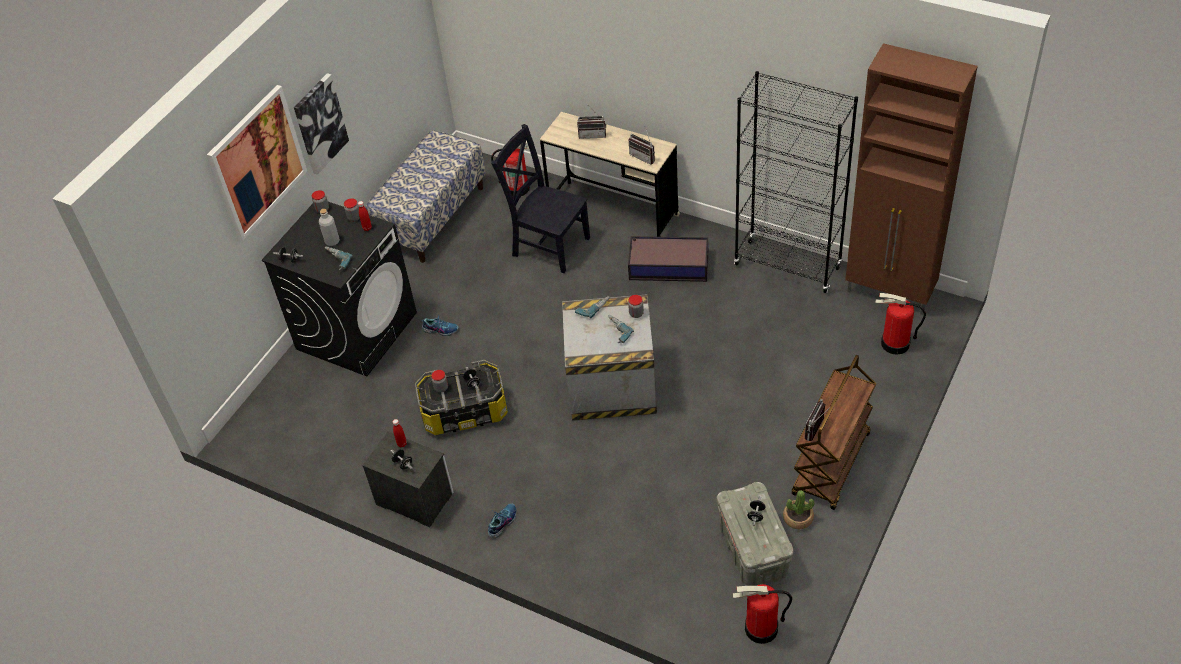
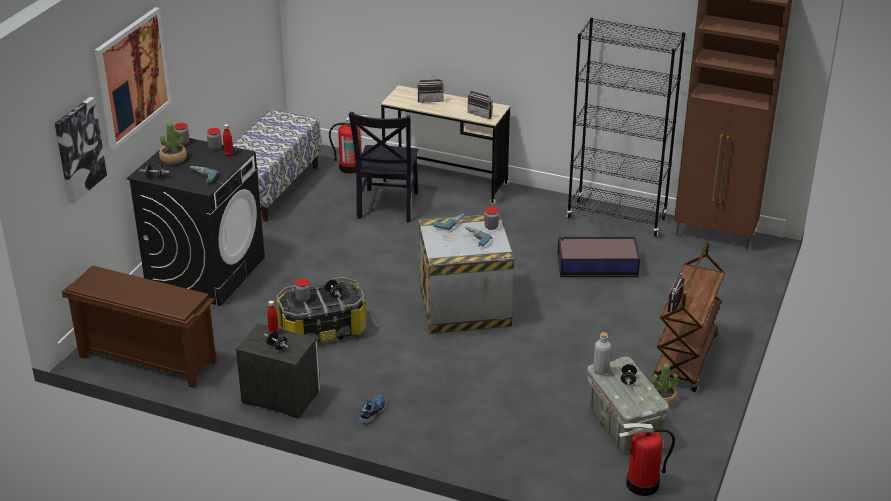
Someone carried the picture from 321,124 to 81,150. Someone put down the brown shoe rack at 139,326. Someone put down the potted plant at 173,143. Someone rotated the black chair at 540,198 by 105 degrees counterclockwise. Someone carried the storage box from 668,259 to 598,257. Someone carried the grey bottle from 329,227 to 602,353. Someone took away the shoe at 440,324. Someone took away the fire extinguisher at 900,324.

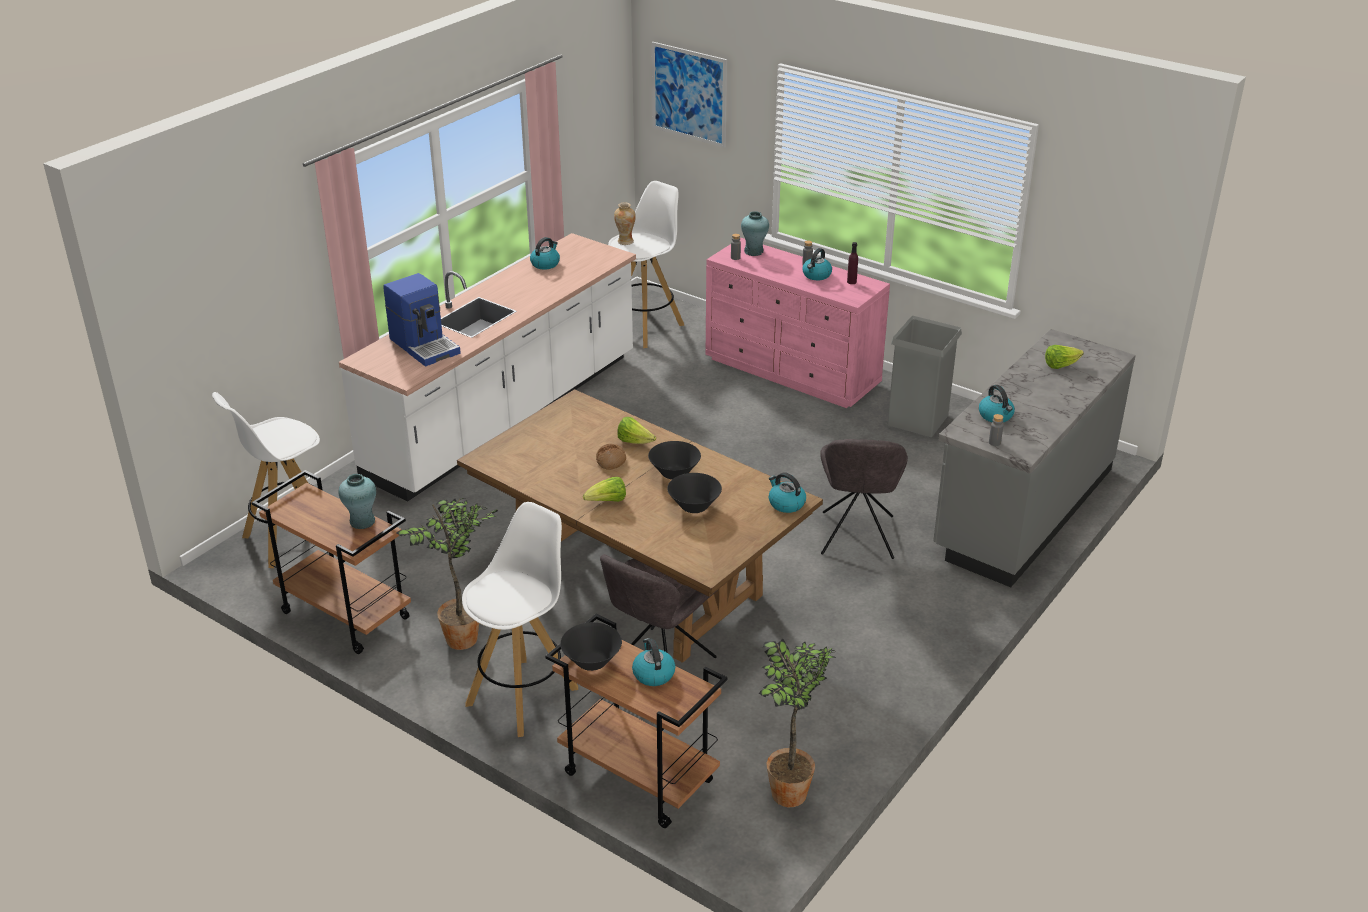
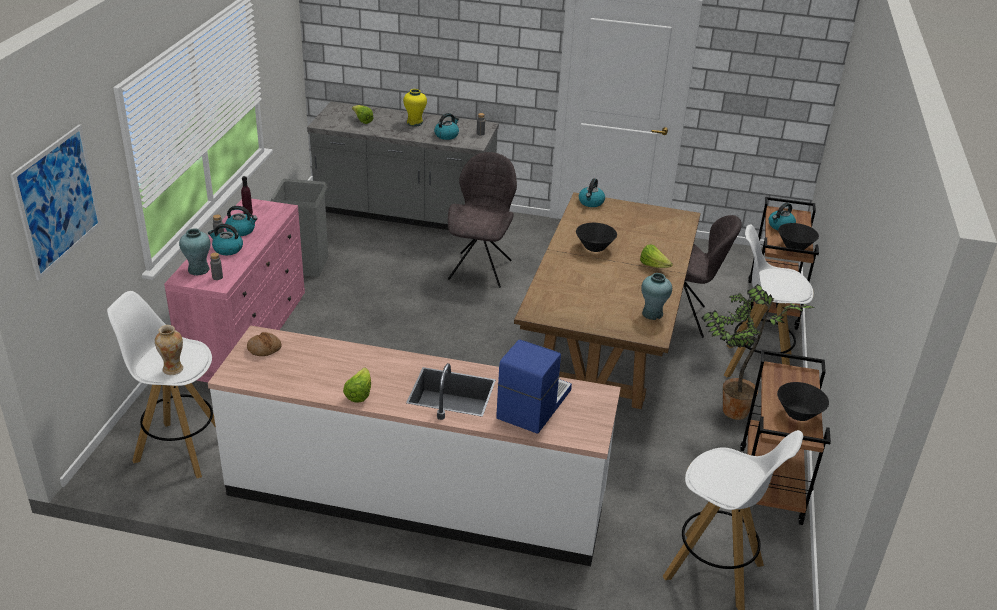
Someone carried the kettle from 545,253 to 225,239. Someone carried the bread from 611,457 to 264,344. Someone carried the lettuce from 636,430 to 357,384. Someone put down the yellow vase at 415,108. Someone rotated the grey chair at 864,499 by 60 degrees counterclockwise. Someone carried the turquoise vase from 357,501 to 656,296. Someone carried the black bowl from 694,493 to 803,401. Someone took away the potted plant at 798,723.

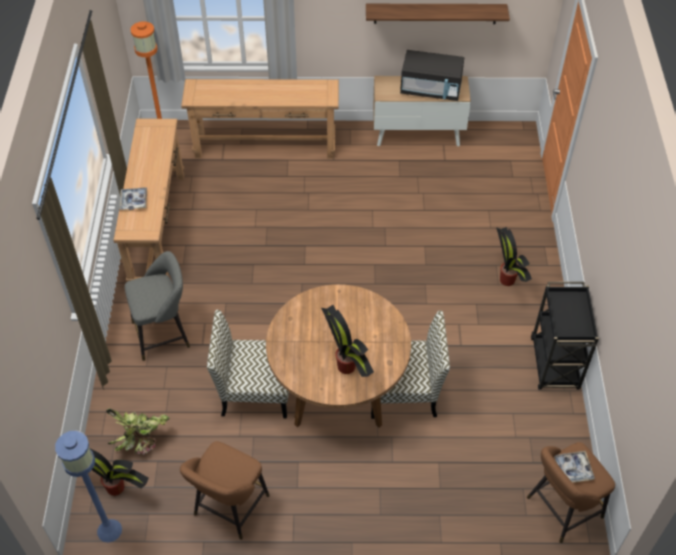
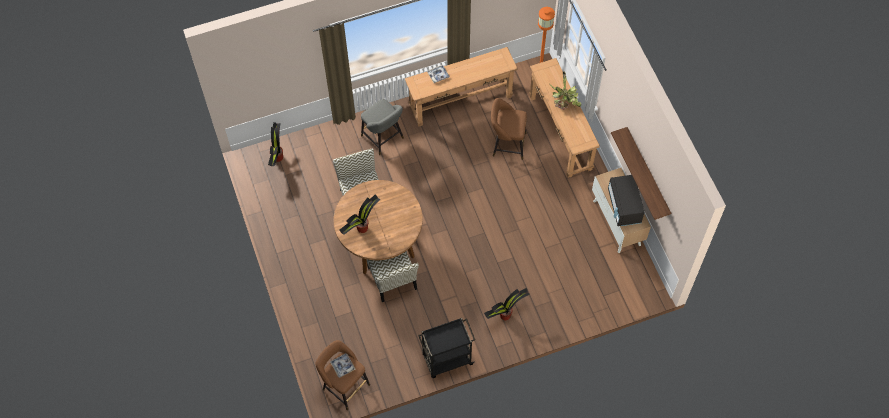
Someone carried the brown stool from 225,490 to 509,129. Someone carried the potted plant from 137,431 to 566,90. Someone took away the blue floor lamp at 88,487.

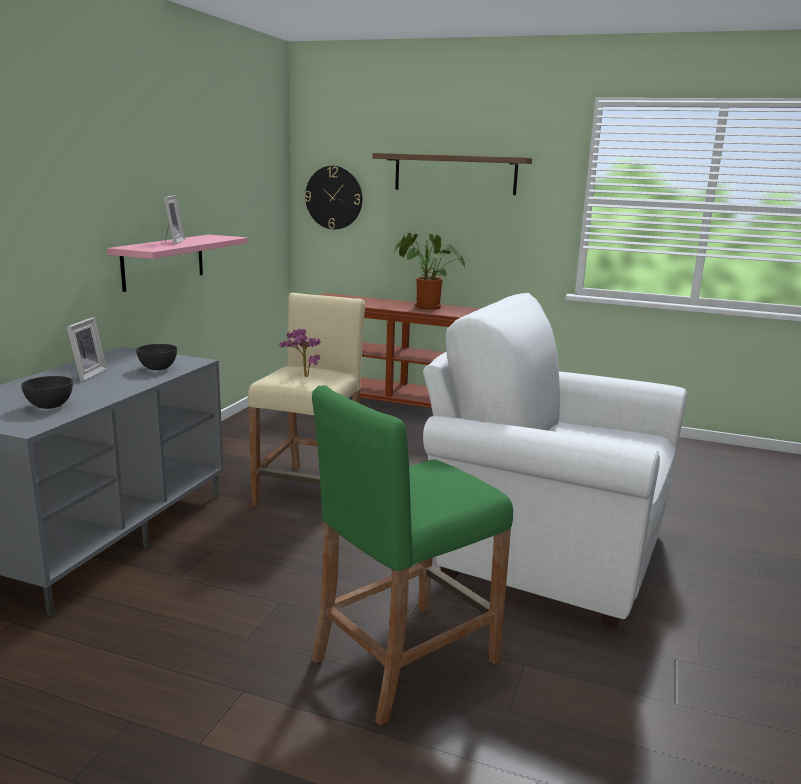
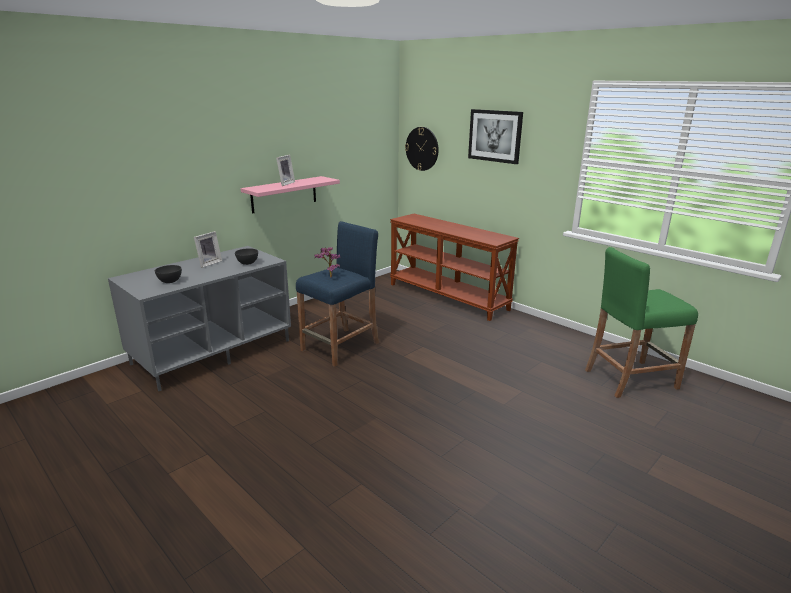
Someone repainted the beige stool at 306,400, which became the blue stool at 337,294. Someone swapped the shelf at 452,174 for the picture at 495,136. Someone carried the green stool from 412,555 to 641,322. Someone took away the potted plant at 429,271. Someone took away the white armchair at 555,461.

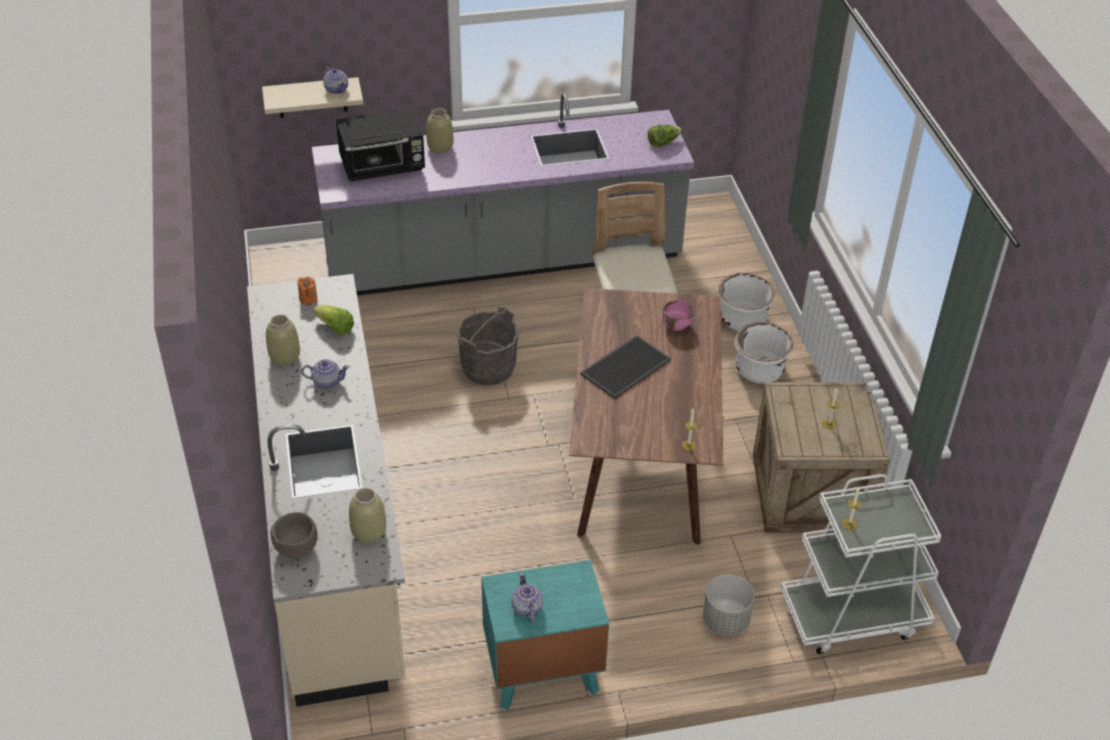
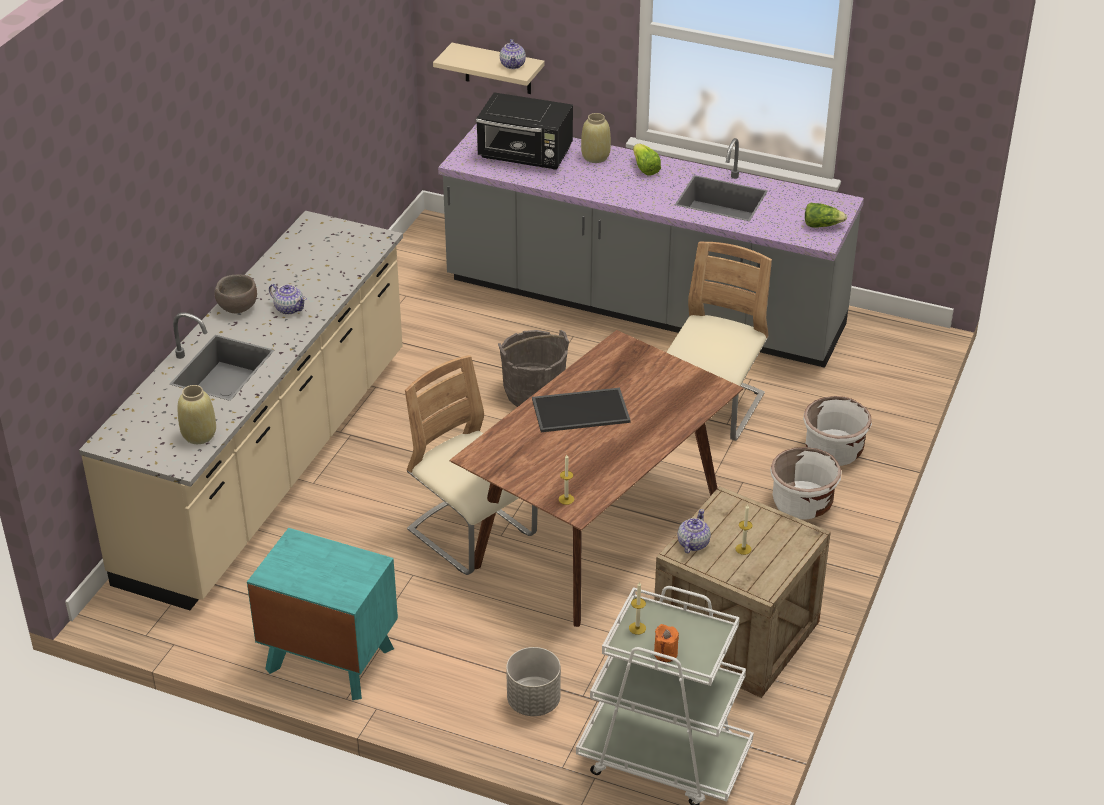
Someone carried the brown bowl from 294,535 to 236,293. Someone put down the beige chair at 471,465. Someone carried the lettuce from 333,320 to 647,160. Someone carried the orange candle from 307,291 to 666,643. Someone carried the teapot from 527,597 to 694,531. Someone took away the beige vase at 283,340. Someone took away the pink bowl at 677,315.

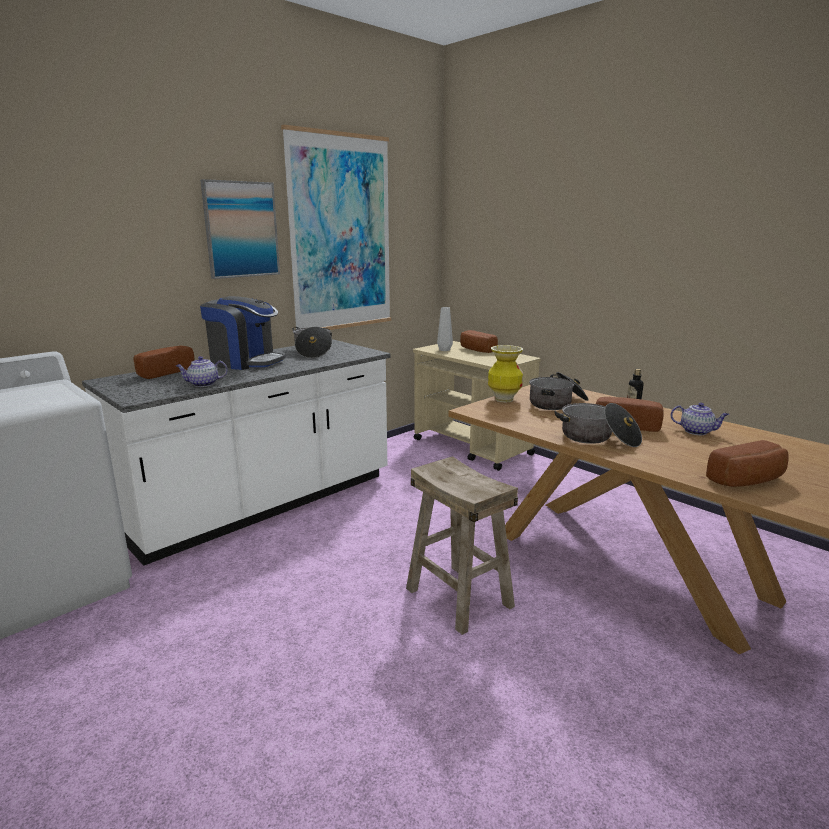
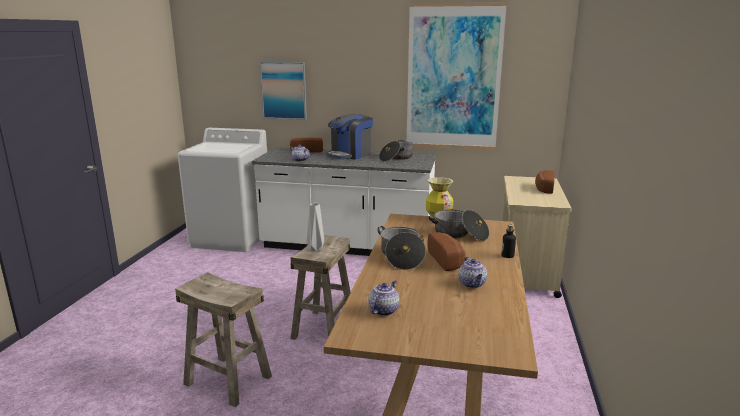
Someone put down the beige stool at 223,339. Someone carried the picture from 240,229 to 283,91. Someone carried the grey vase from 445,329 to 315,227. Someone rotated the coffee machine at 243,333 by 60 degrees clockwise. Someone swapped the bread at 747,463 for the teapot at 384,298.

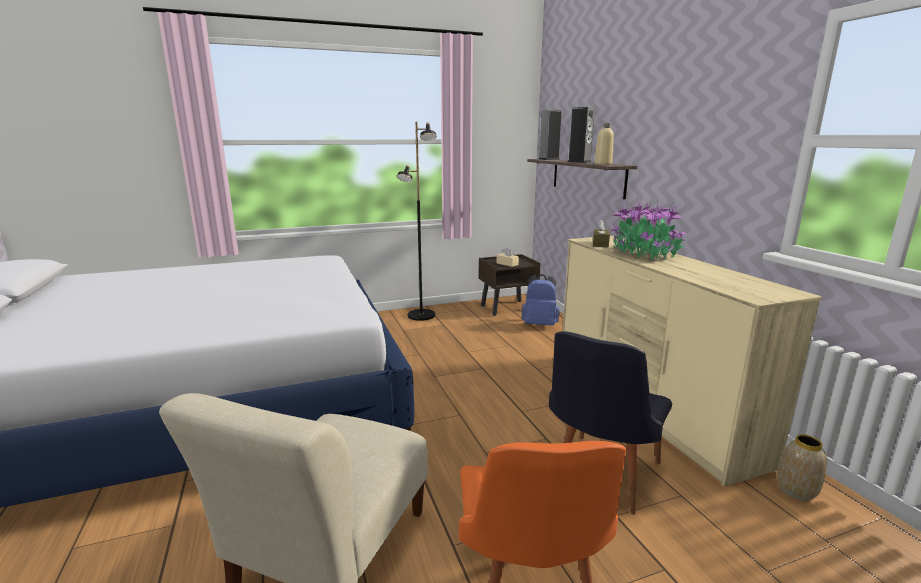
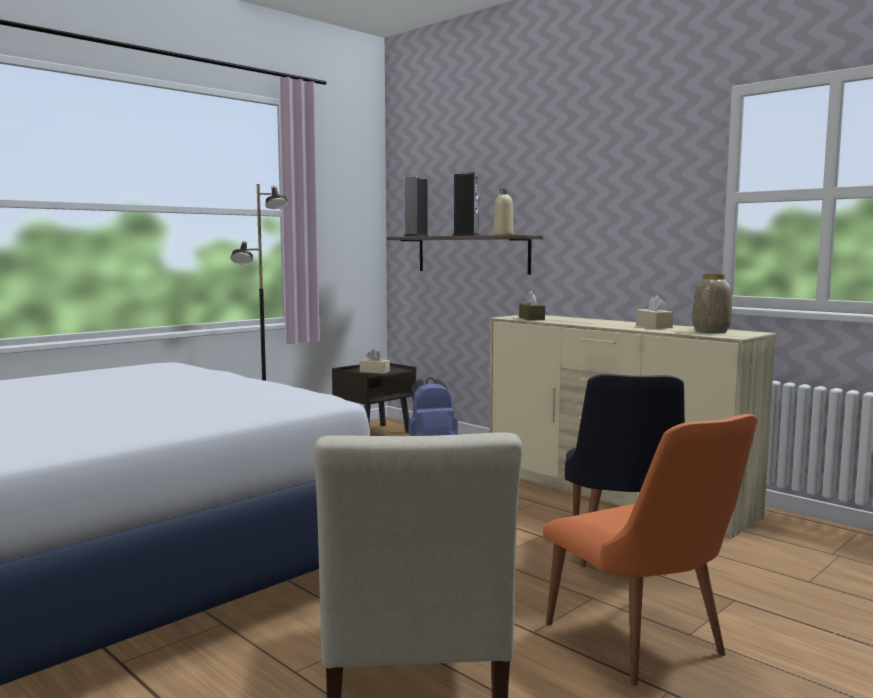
Someone put down the beige tissue box at 654,312. Someone carried the vase from 802,467 to 712,303. Someone took away the potted plant at 648,230.

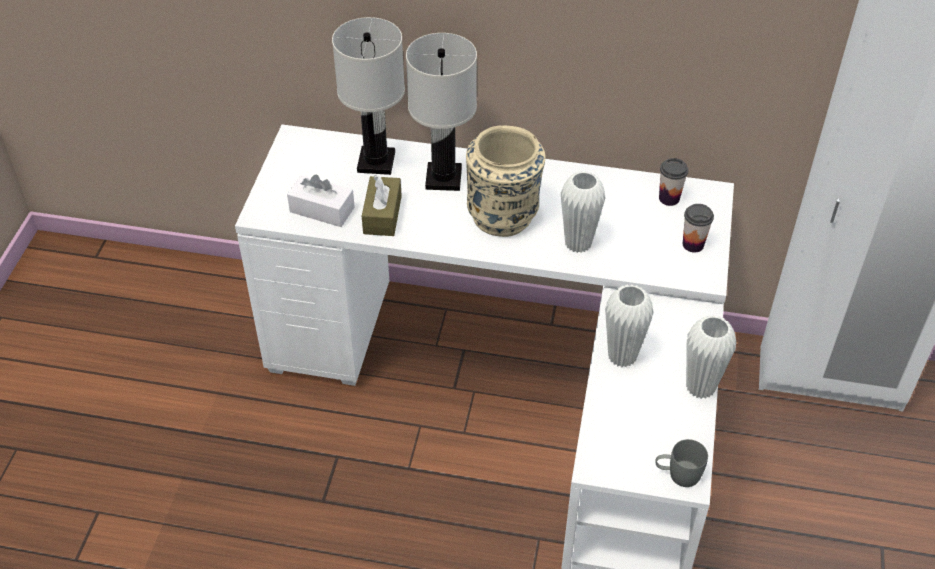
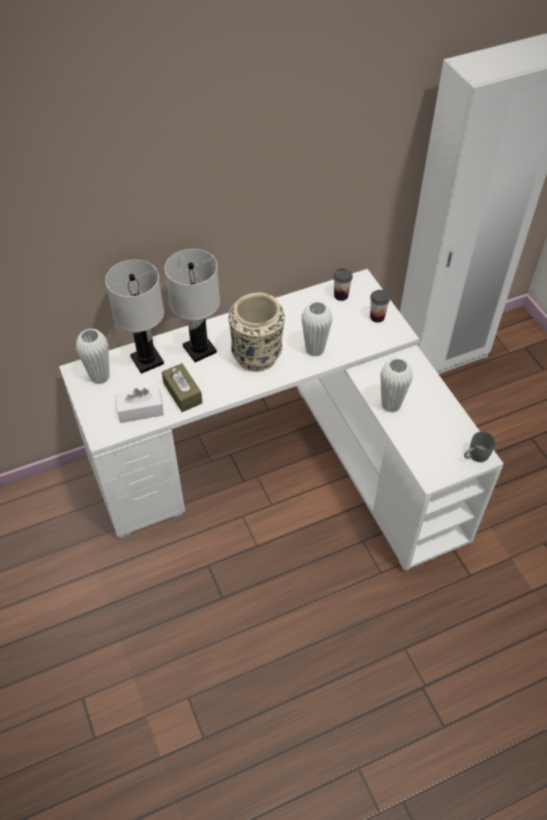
Someone carried the white vase from 711,357 to 93,356.

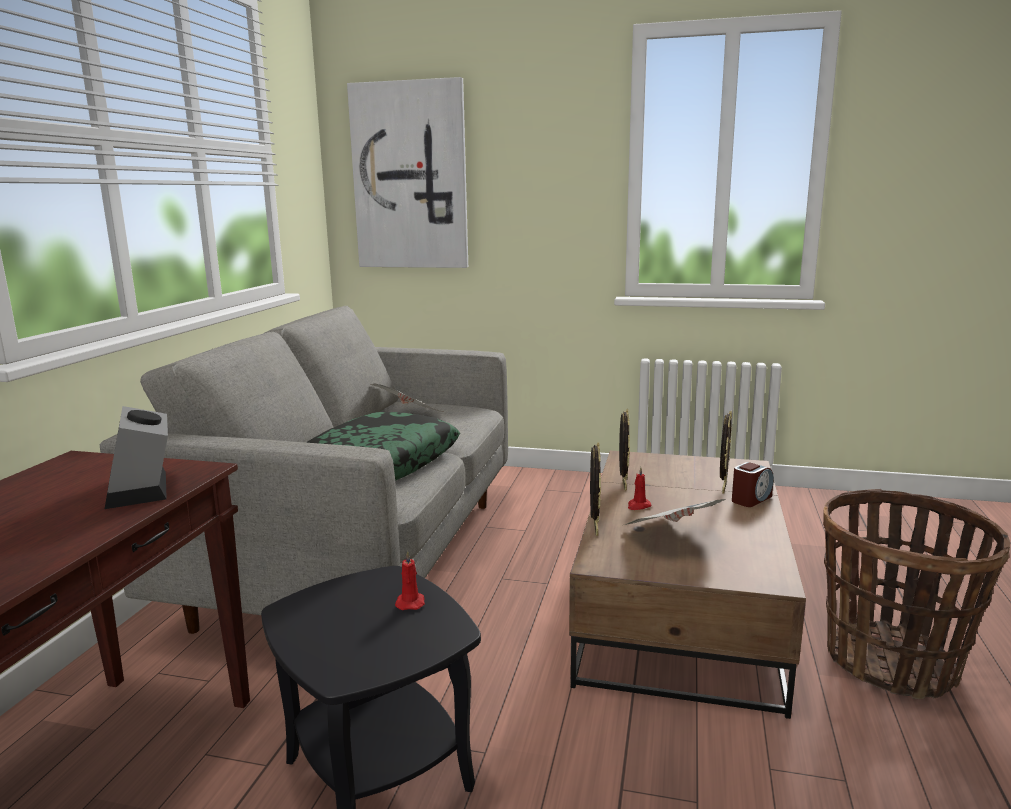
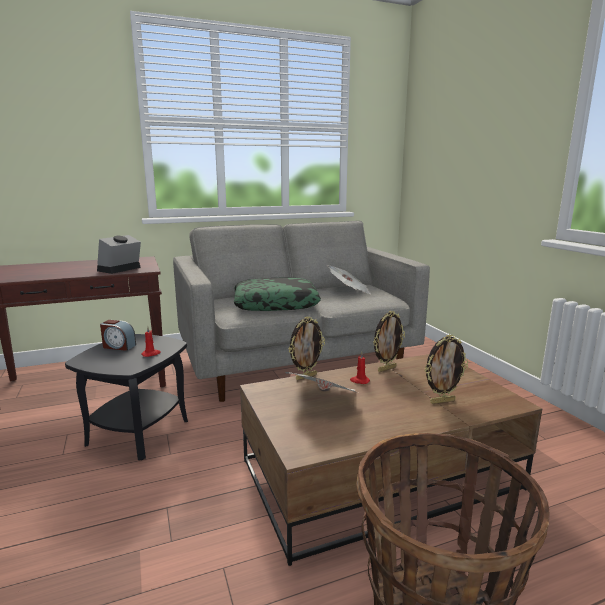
Someone carried the alarm clock from 753,484 to 118,335. Someone took away the picture at 407,172.

